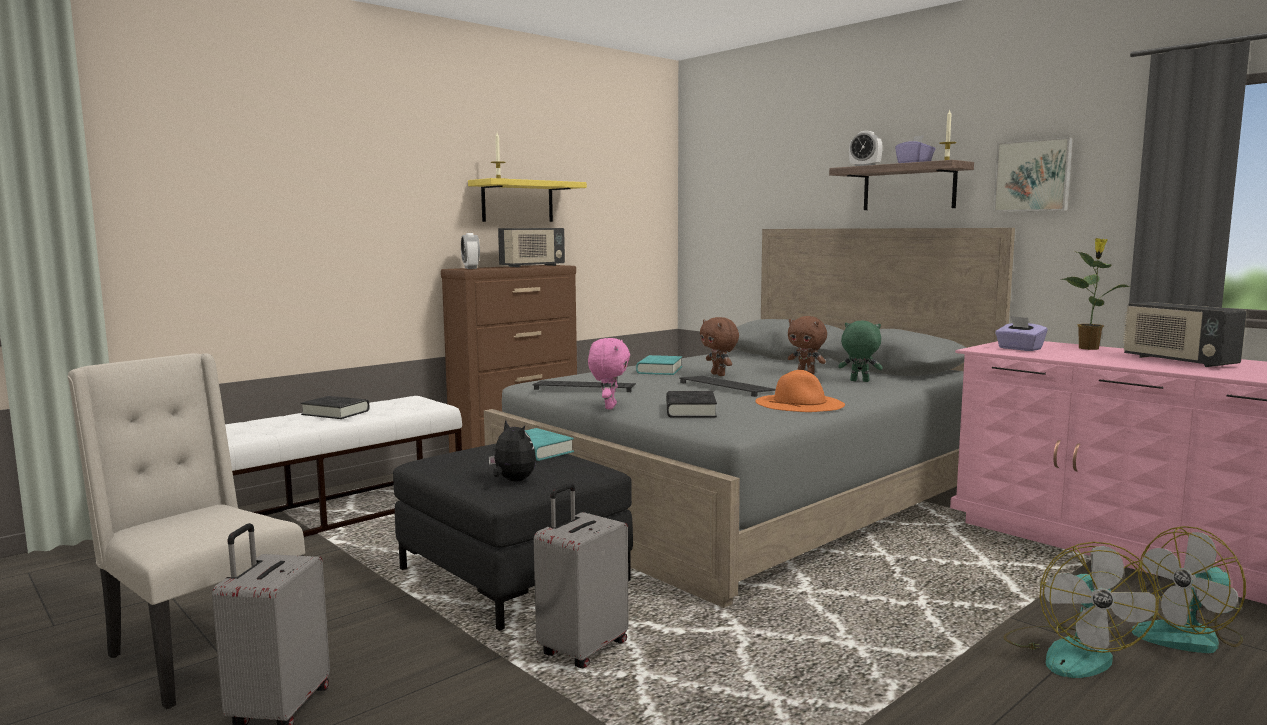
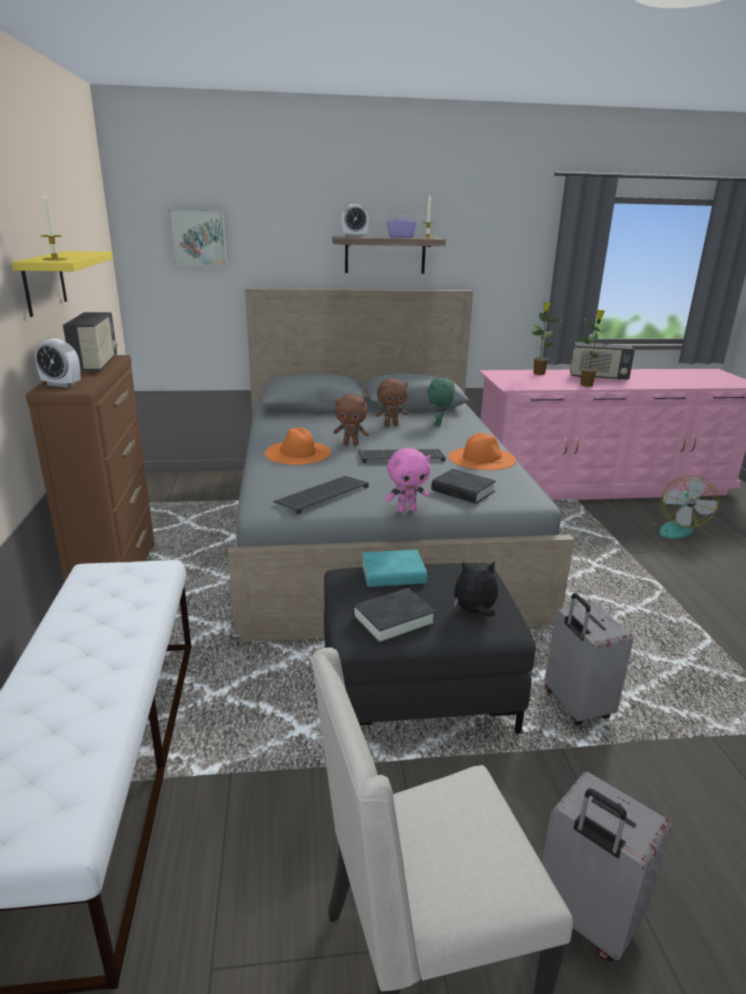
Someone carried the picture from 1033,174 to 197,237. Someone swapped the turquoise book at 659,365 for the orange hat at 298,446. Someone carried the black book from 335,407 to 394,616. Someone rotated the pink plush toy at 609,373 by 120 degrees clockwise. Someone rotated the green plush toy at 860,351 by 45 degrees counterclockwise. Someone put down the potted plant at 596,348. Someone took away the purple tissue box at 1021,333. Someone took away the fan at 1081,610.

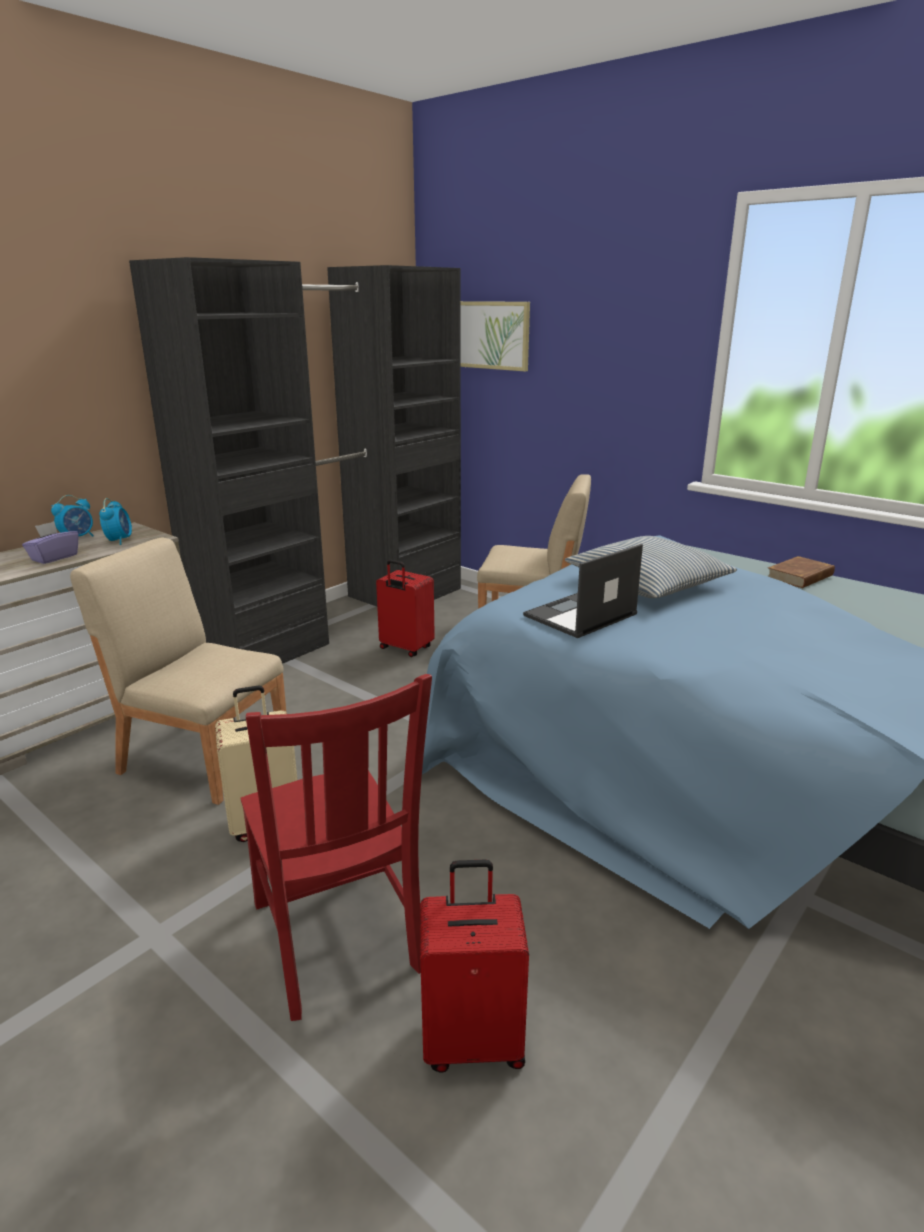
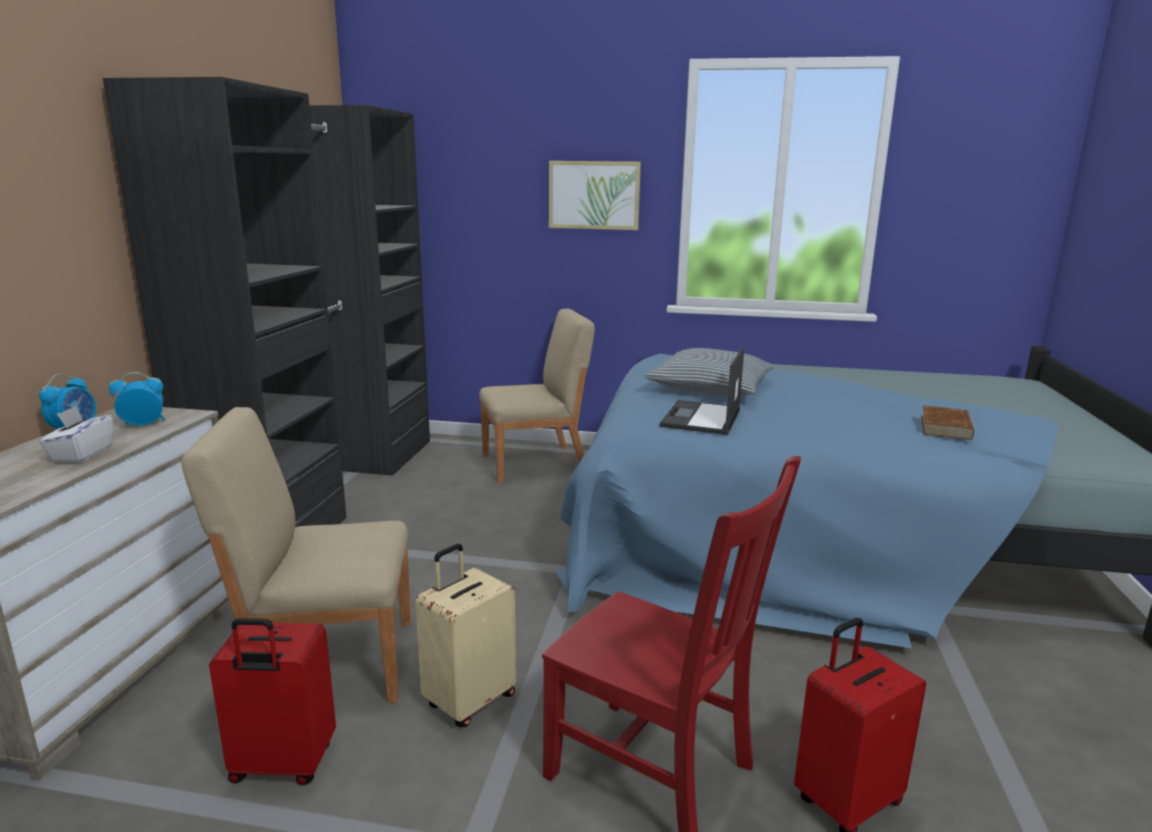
Someone repainted the purple tissue box at 50,542, which became the white tissue box at 76,434. Someone rotated the alarm clock at 115,521 by 75 degrees counterclockwise. Someone carried the red suitcase from 405,608 to 272,701. Someone carried the picture from 495,336 to 595,195. Someone carried the brown book from 801,572 to 947,422.

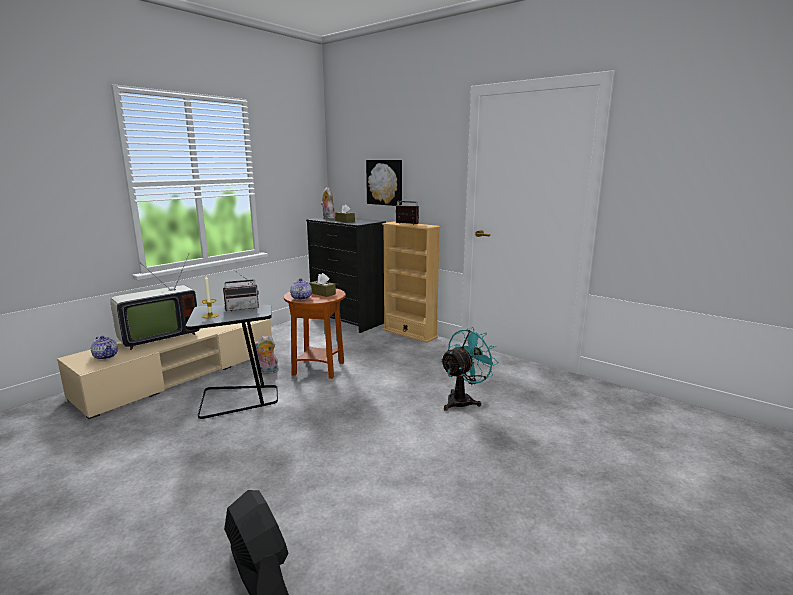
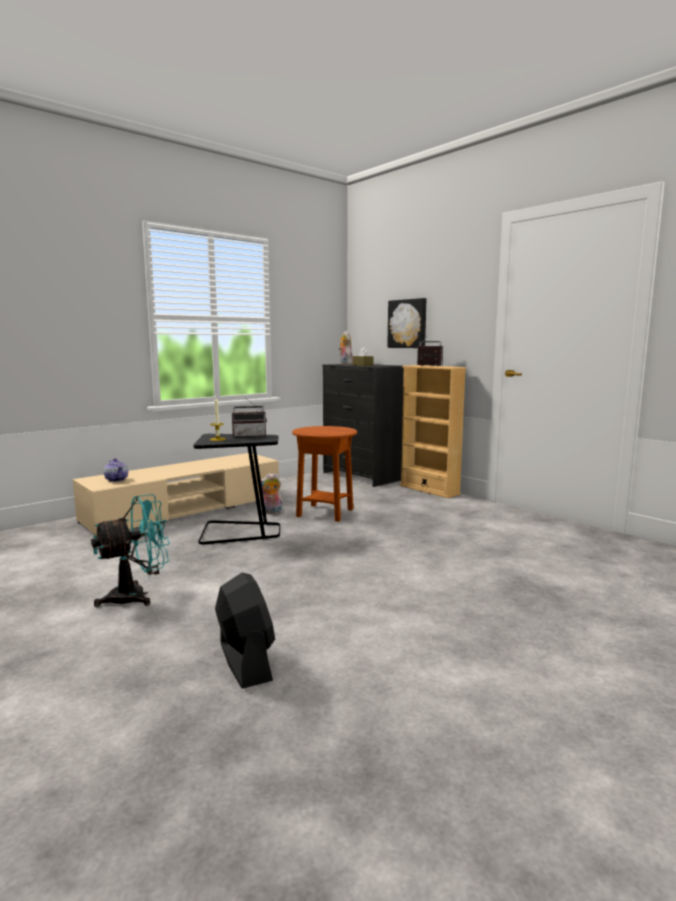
Someone carried the turquoise fan from 469,369 to 130,550. Someone took away the television at 155,302. Someone took away the teapot at 301,289. Someone took away the brown tissue box at 322,285.

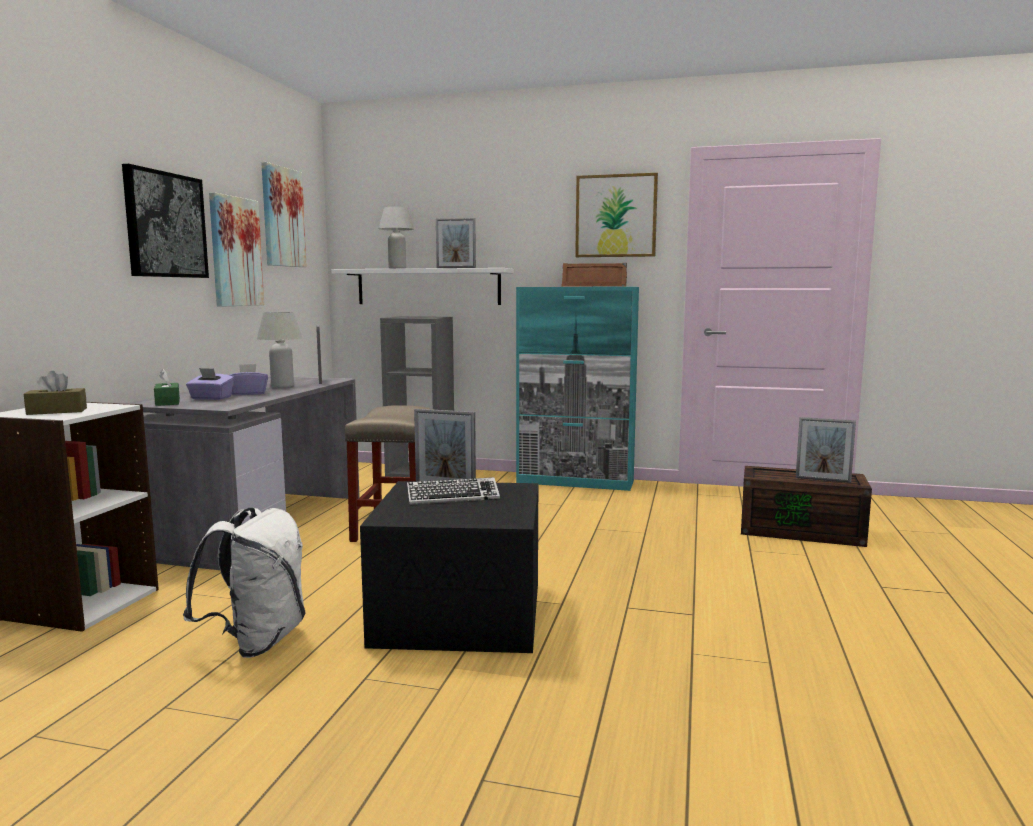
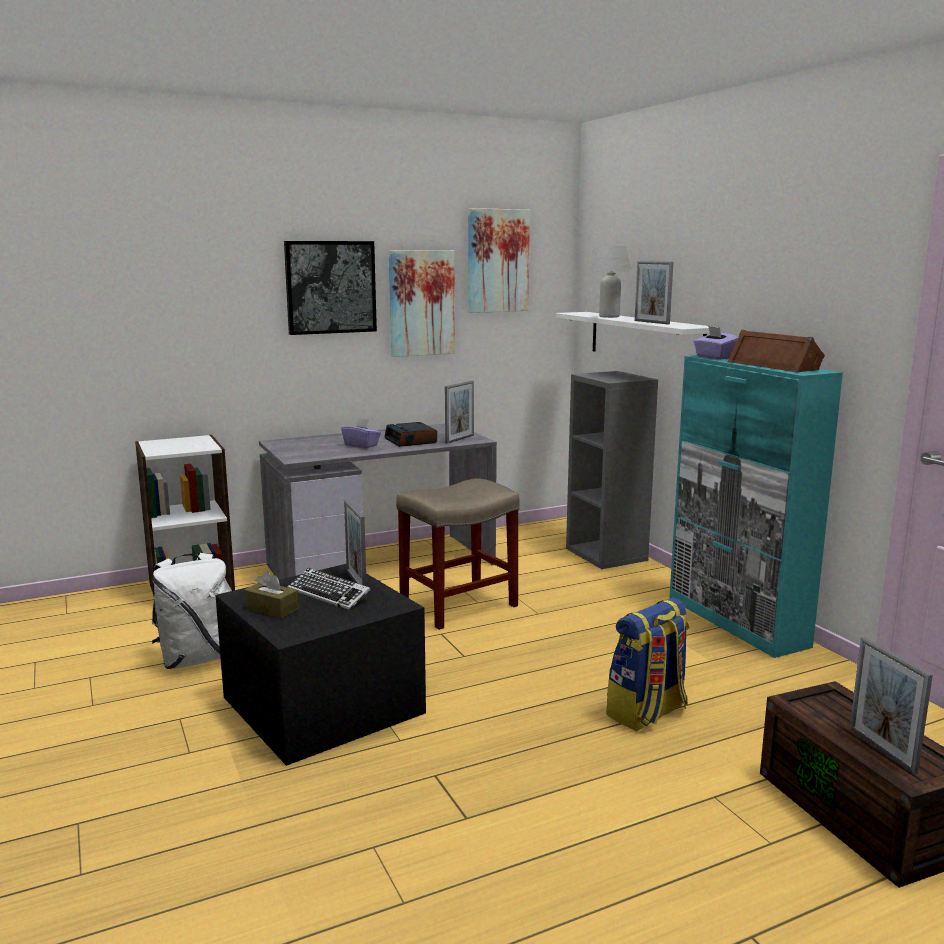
Someone carried the brown tissue box from 55,393 to 271,595. Someone swapped the white table lamp at 280,350 for the alarm clock at 411,434. Someone put down the backpack at 648,664. Someone carried the purple tissue box from 210,384 to 716,342. Someone took away the green tissue box at 167,387. Someone took away the picture at 616,215.

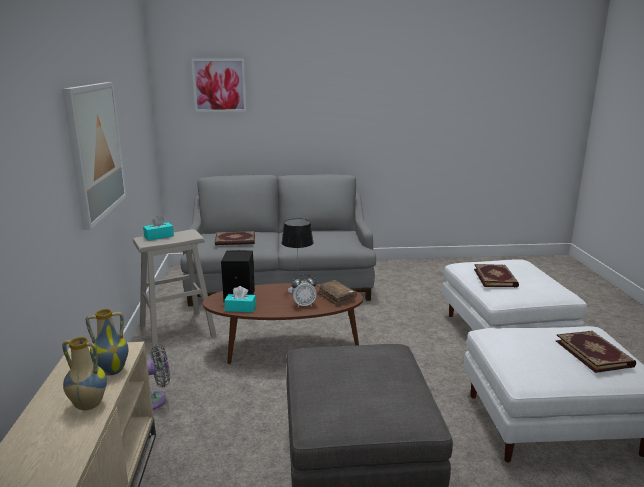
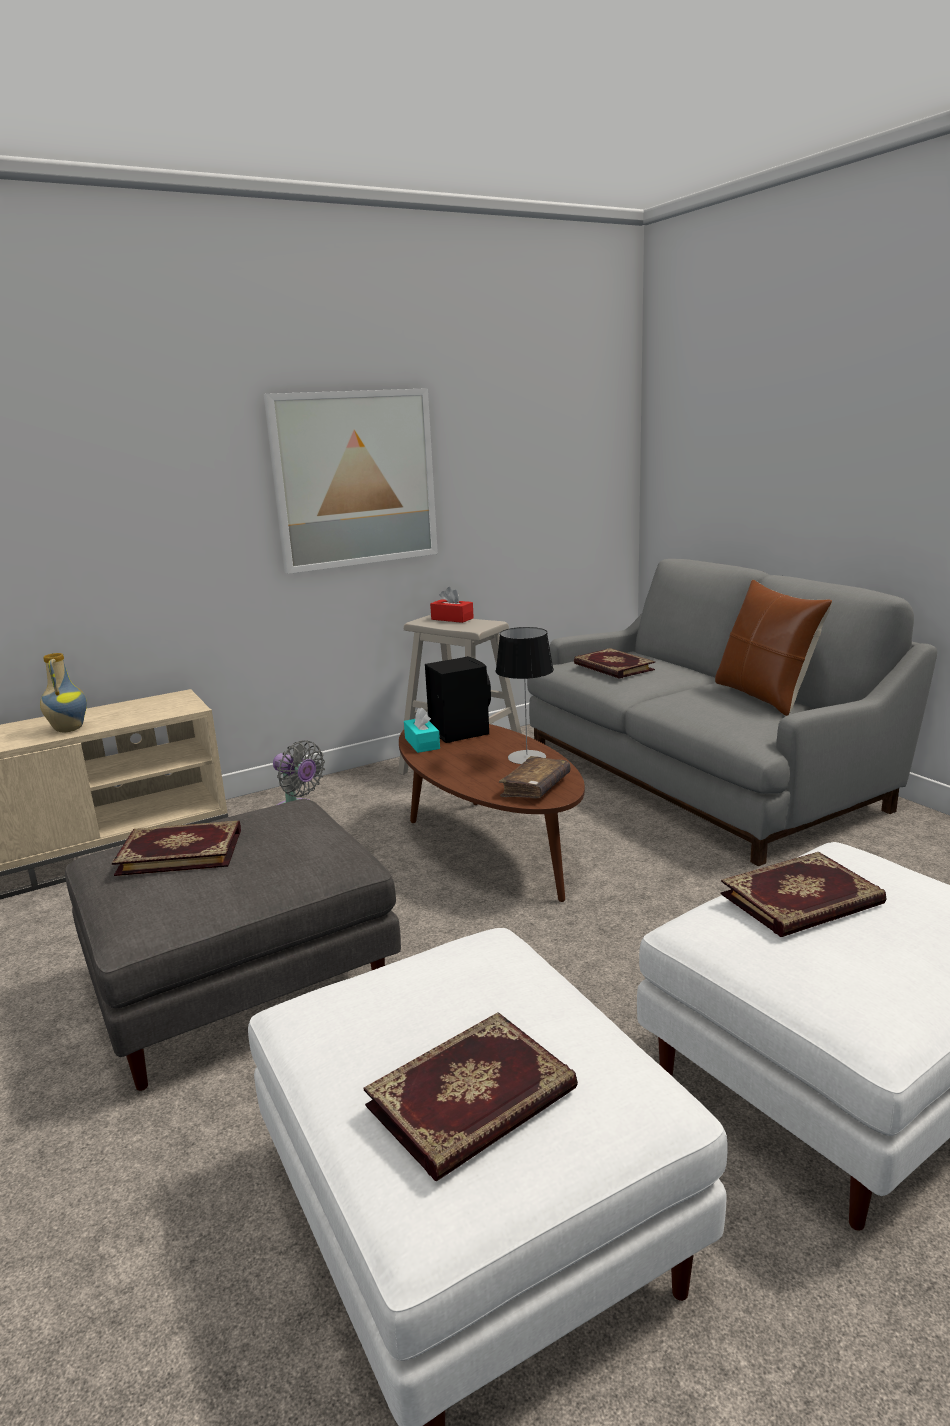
Someone put down the book at 176,848. Someone repainted the turquoise tissue box at 158,228, which became the red tissue box at 452,605. Someone put down the brown pillow at 773,648. Someone took away the vase at 107,342. Someone took away the picture at 219,85. Someone took away the alarm clock at 304,290.

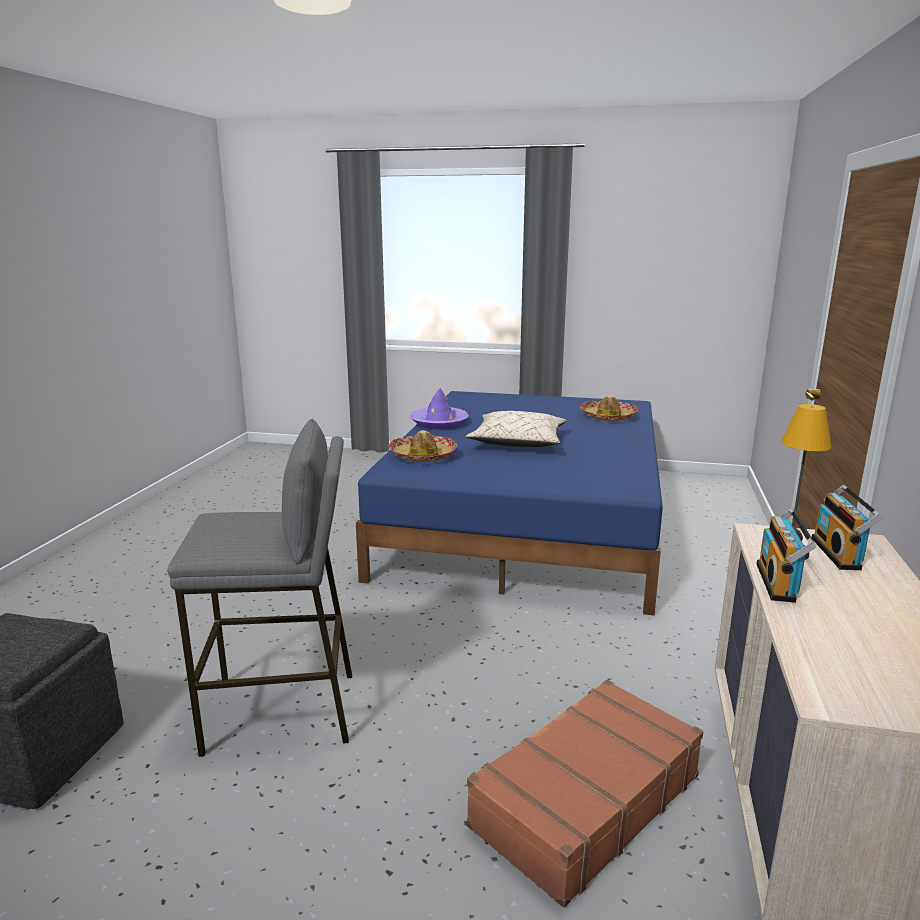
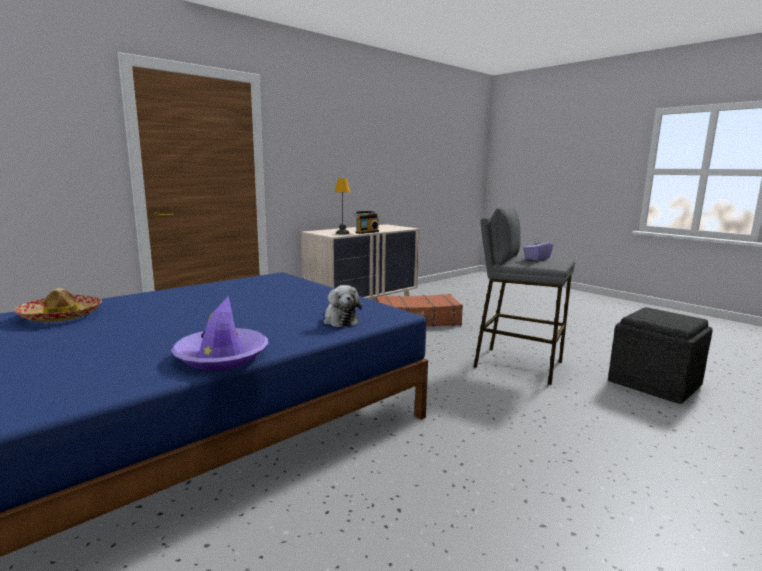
Someone swapped the hat at 423,446 for the plush toy at 342,306. Someone put down the purple tissue box at 538,248. Someone took away the beige pillow at 516,429. Someone took away the radio at 846,527.

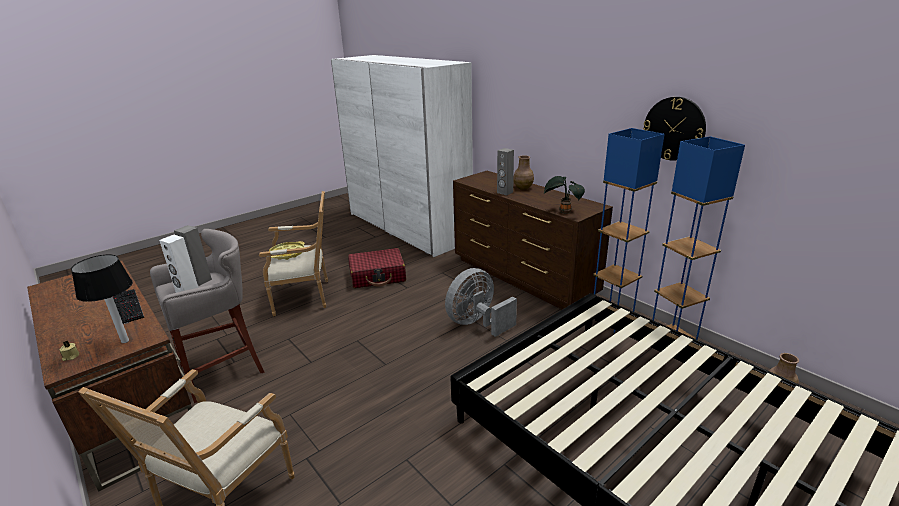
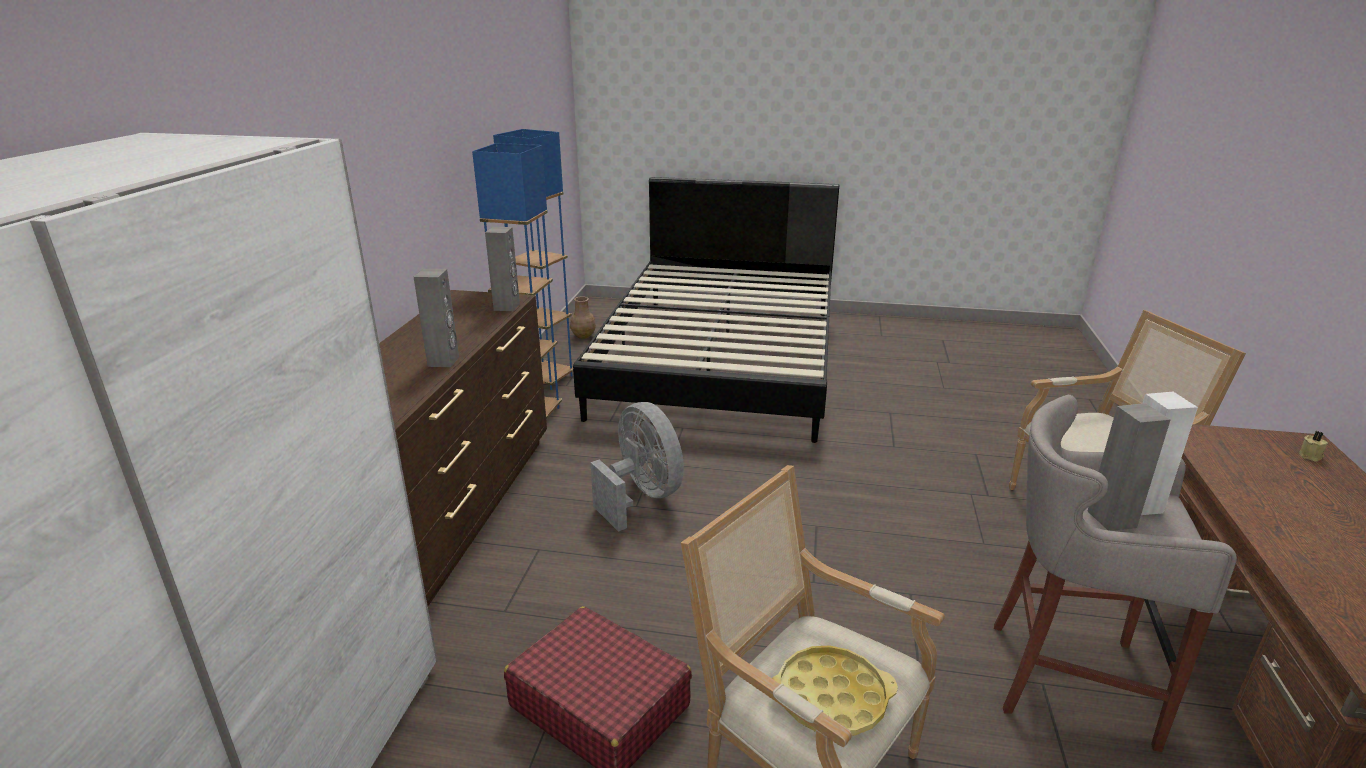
Someone swapped the potted plant at 564,195 for the grey speaker at 502,269. Someone rotated the grey fan at 481,302 by 135 degrees counterclockwise. Someone took away the table lamp at 102,298. Someone took away the keyboard at 128,306. Someone took away the brown vase at 523,172. Someone took away the wall clock at 674,129.

